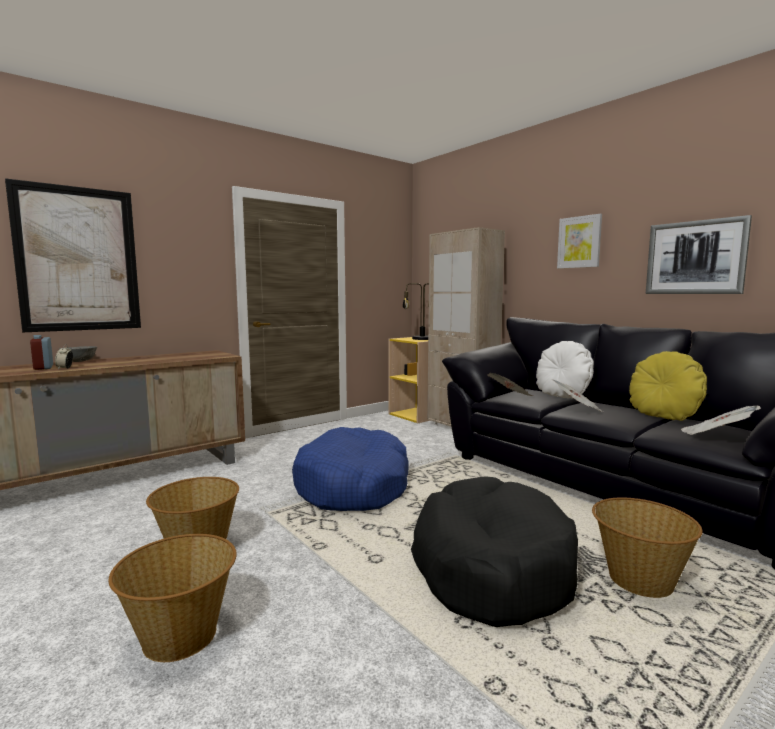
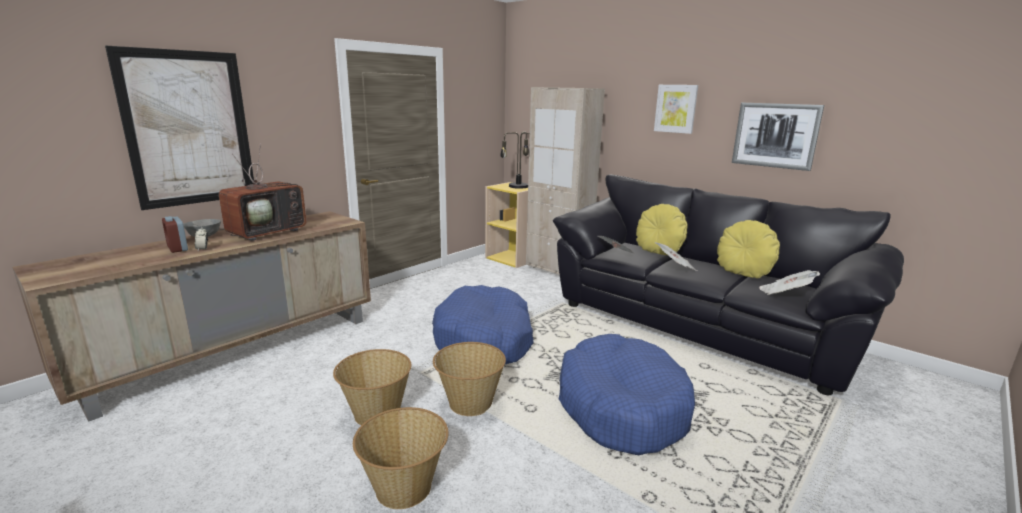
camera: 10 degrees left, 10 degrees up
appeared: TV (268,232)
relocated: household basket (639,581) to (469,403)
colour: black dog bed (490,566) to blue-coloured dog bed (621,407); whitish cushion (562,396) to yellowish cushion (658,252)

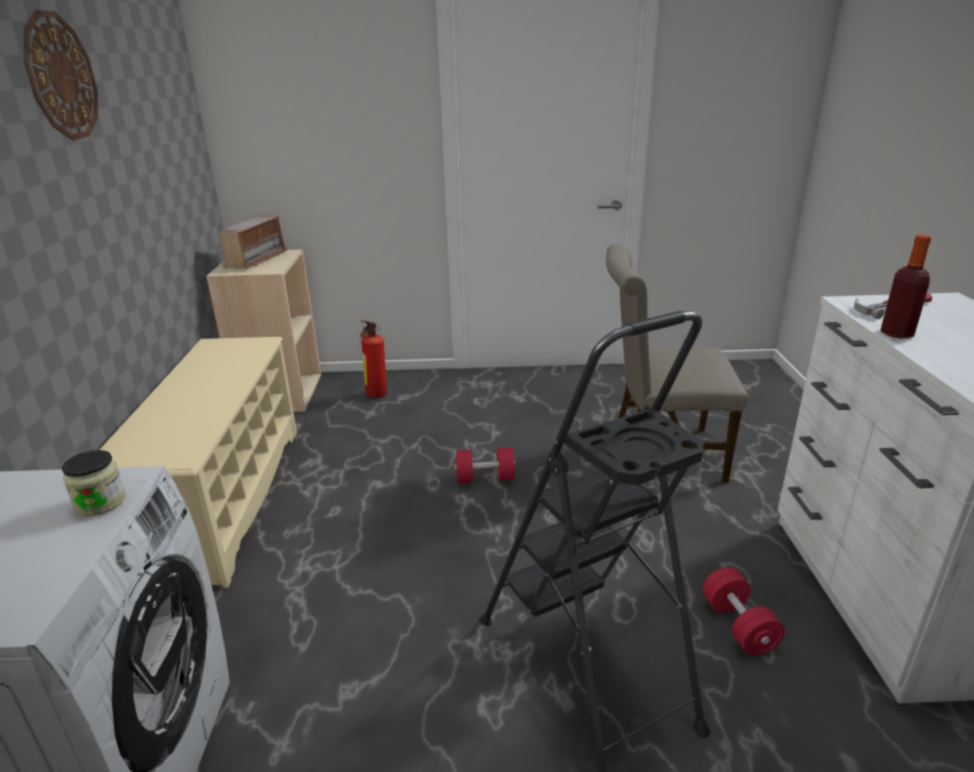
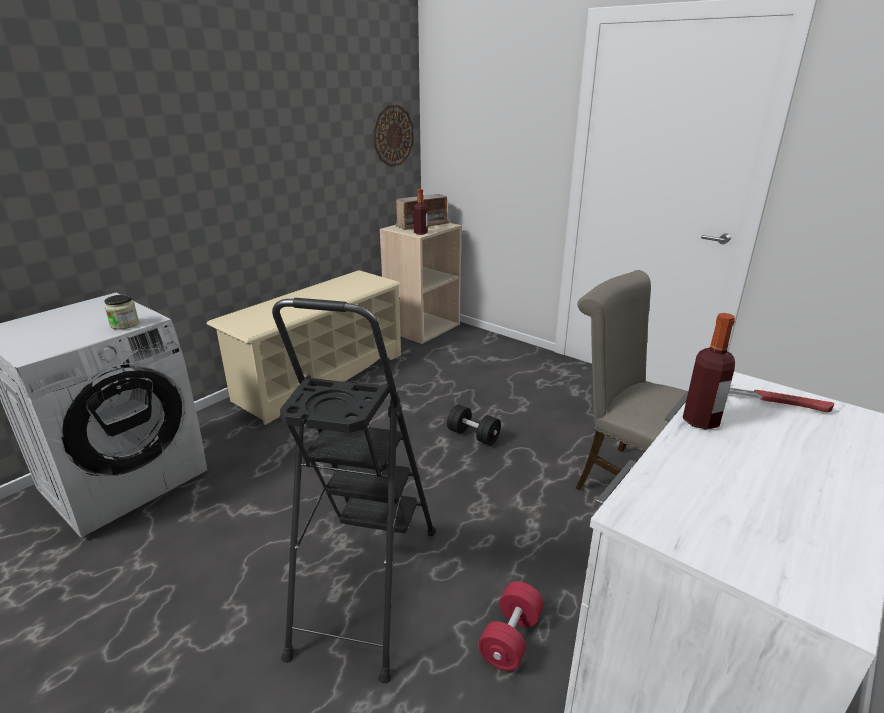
camera: 40 degrees right, 0 degrees up
missing: extinguisher (375,396)
appeared: drink bottle (420,233)
relocated: clock on the wall (61,77) to (393,136)
colour: red-coloured free weight (485,478) to black free weight (473,435)

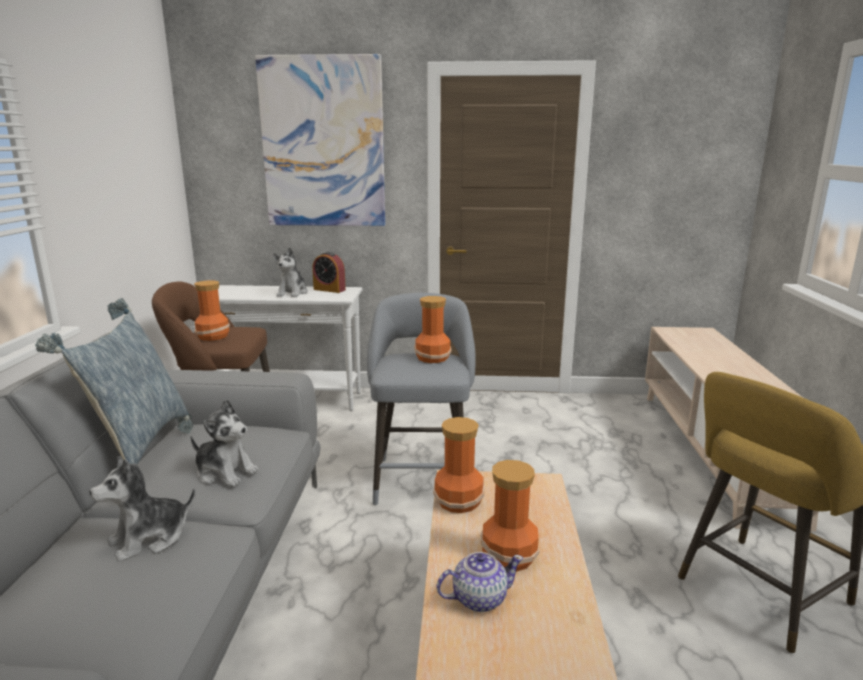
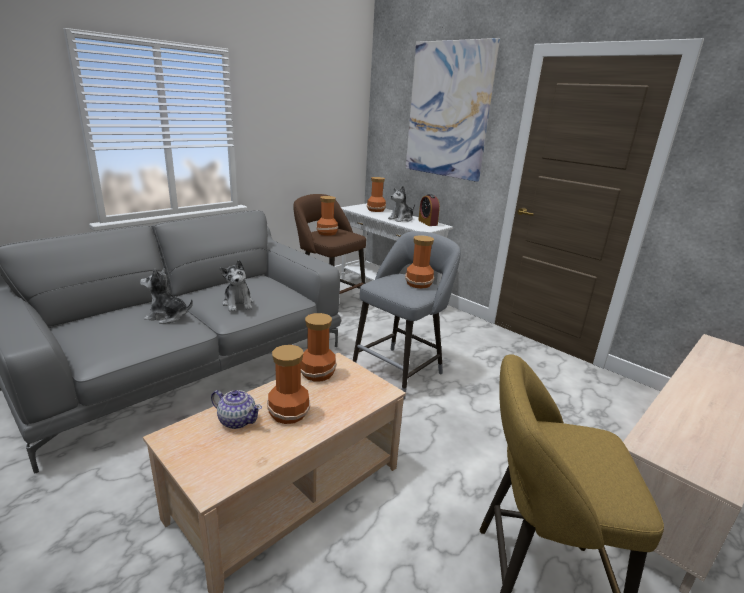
camera: 40 degrees right, 5 degrees up
missing: cushion (137,460)
appeared: decorative vase (376,210)

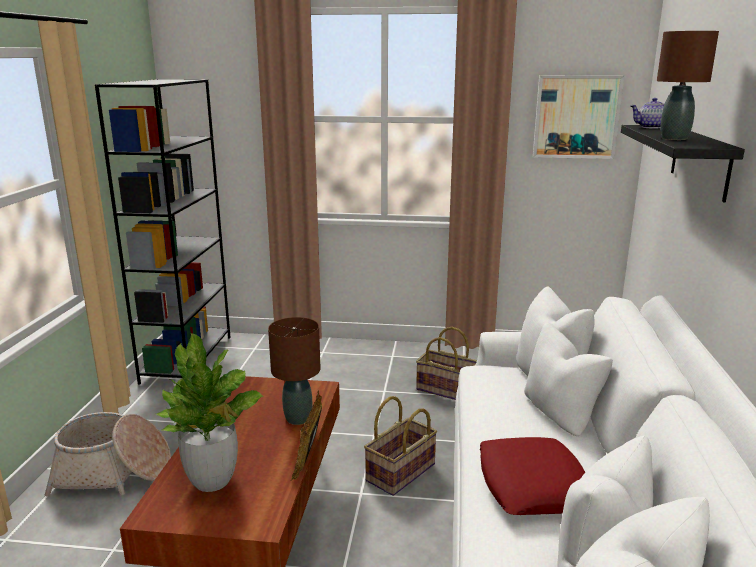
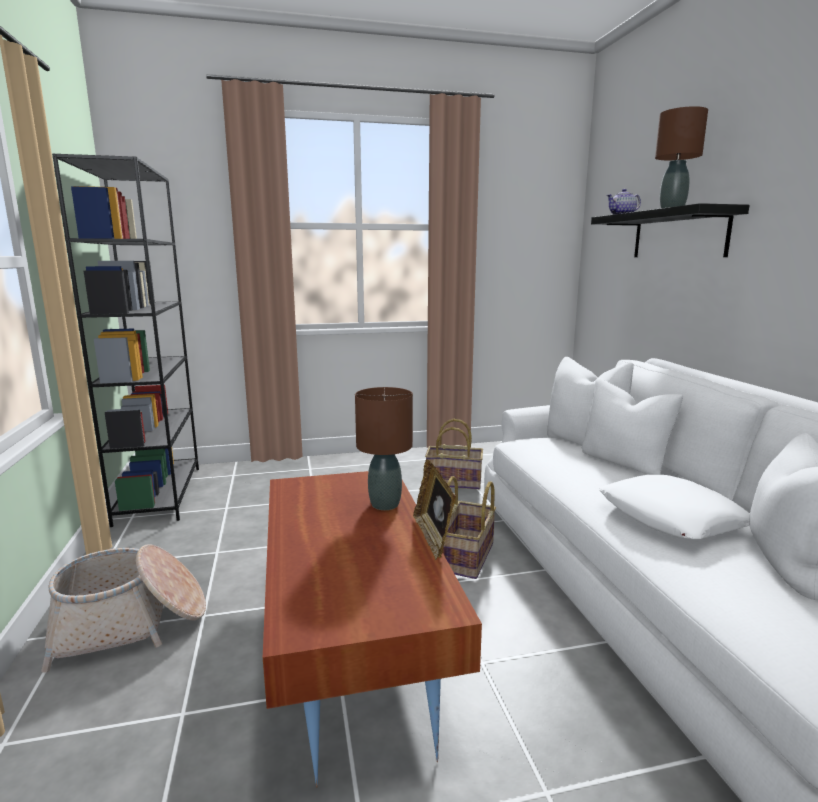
camera: 20 degrees left, 5 degrees down
missing: houseplant (212,481); picture (576,117)
colour: red-coloured cushion (533,485) to whitish cushion (671,517)

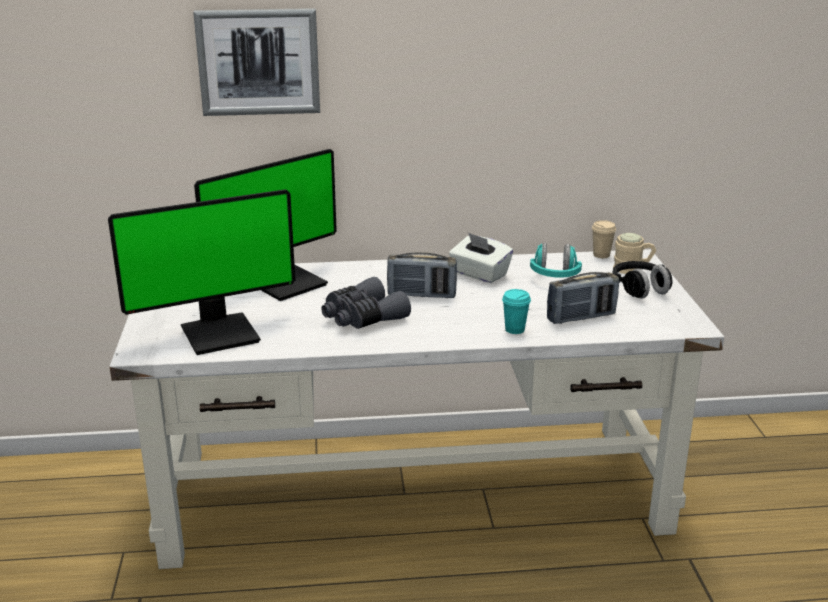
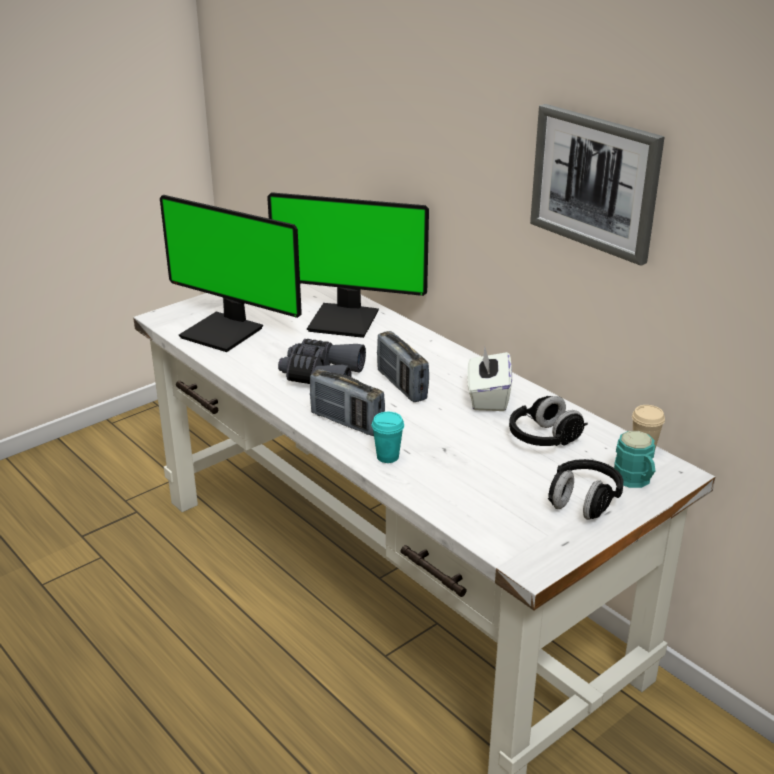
camera: 55 degrees right, 5 degrees up
relocated: picture (258,62) to (595,182); radio receiver (581,317) to (347,422)
colour: blue-green pair of headphones (554,276) to black pair of headphones (544,439); sand-coloured coffee mug (633,269) to blue-green coffee mug (635,481)

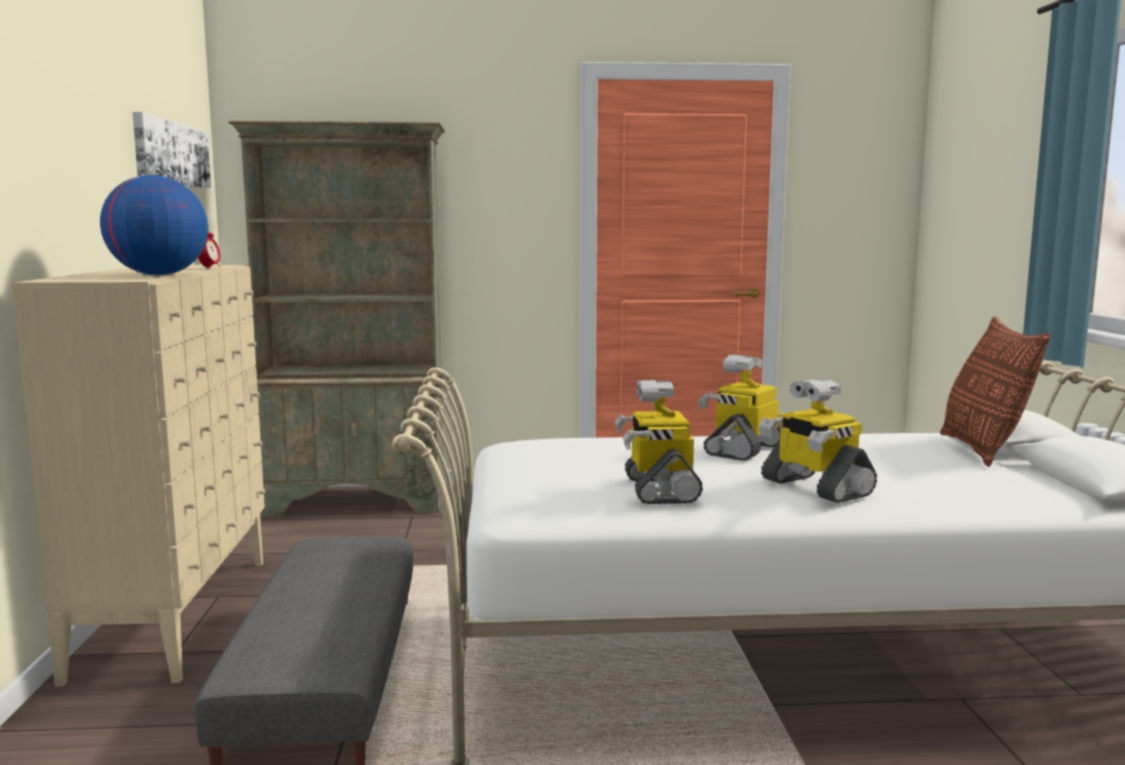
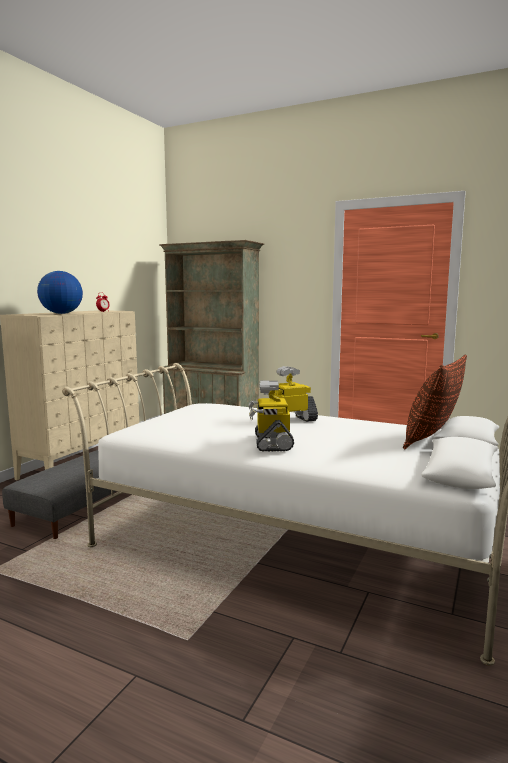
camera: 30 degrees right, 0 degrees up
missing: picture (171,153); toy robot (658,489)

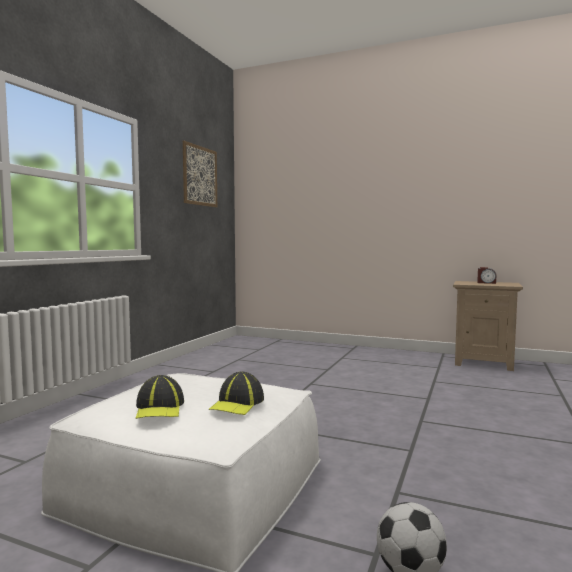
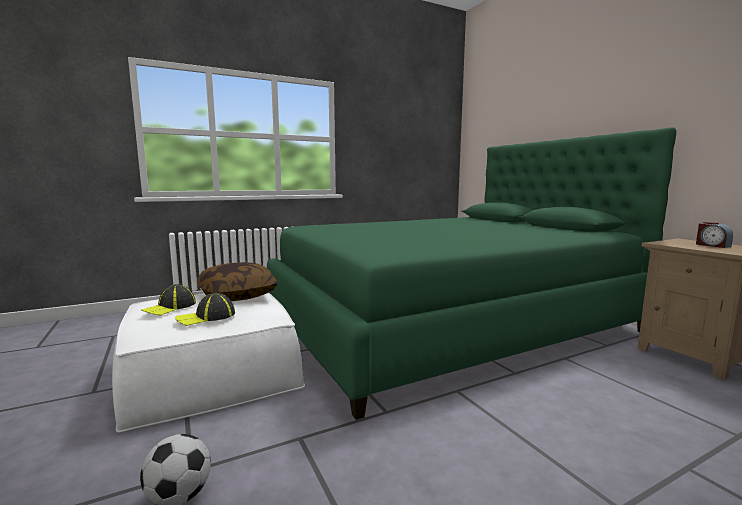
camera: 40 degrees right, 5 degrees up
missing: picture (200,175)
appeared: cushion (238,295); greenish bed (449,323)

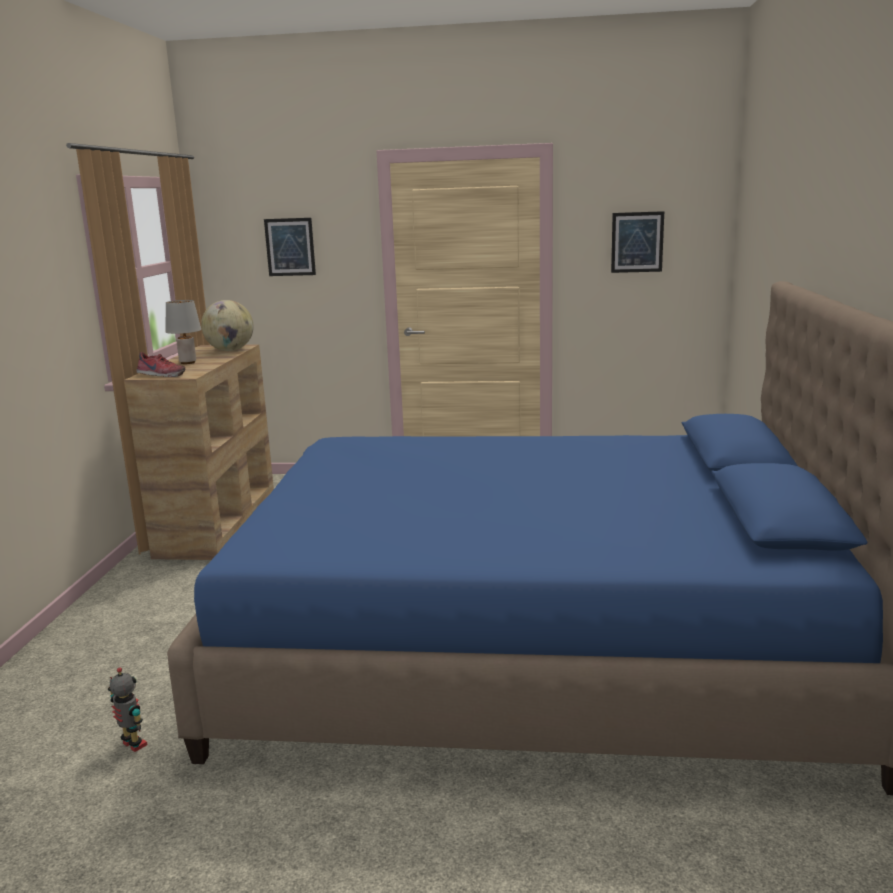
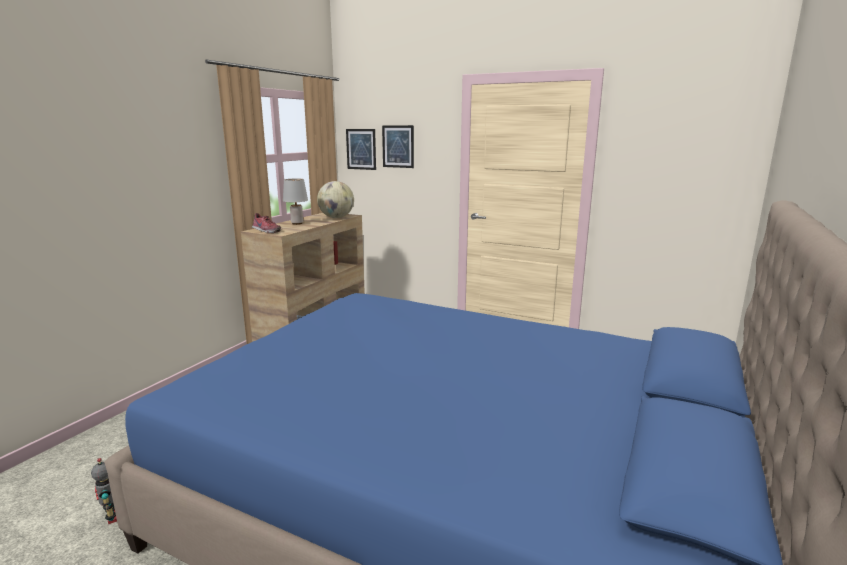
camera: 20 degrees right, 0 degrees up
relocated: picture (637,242) to (361,149)

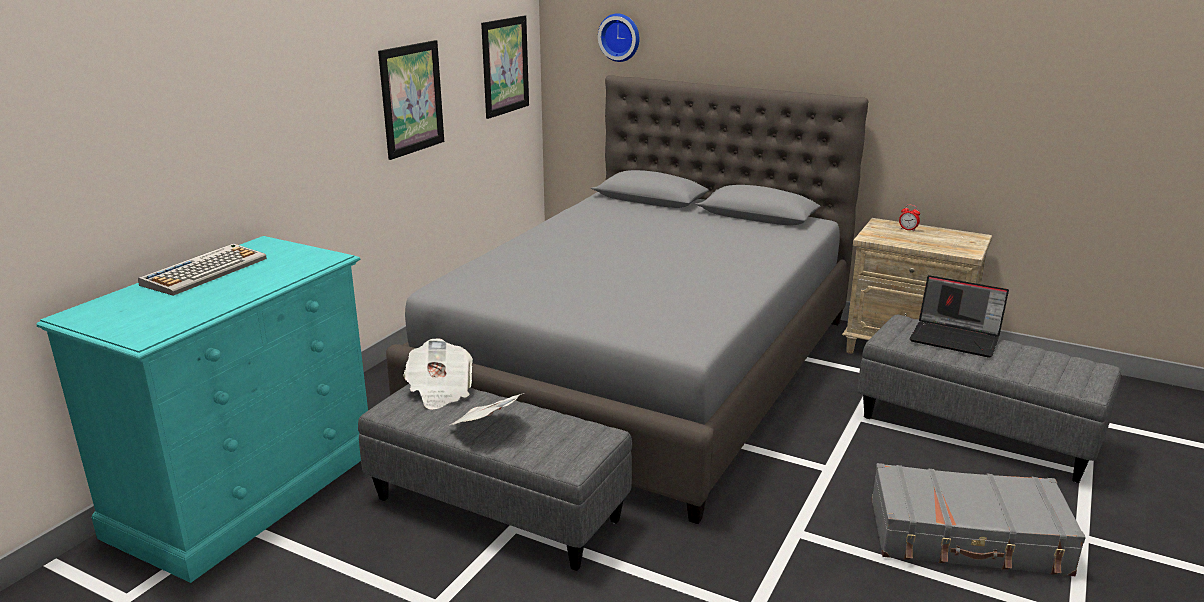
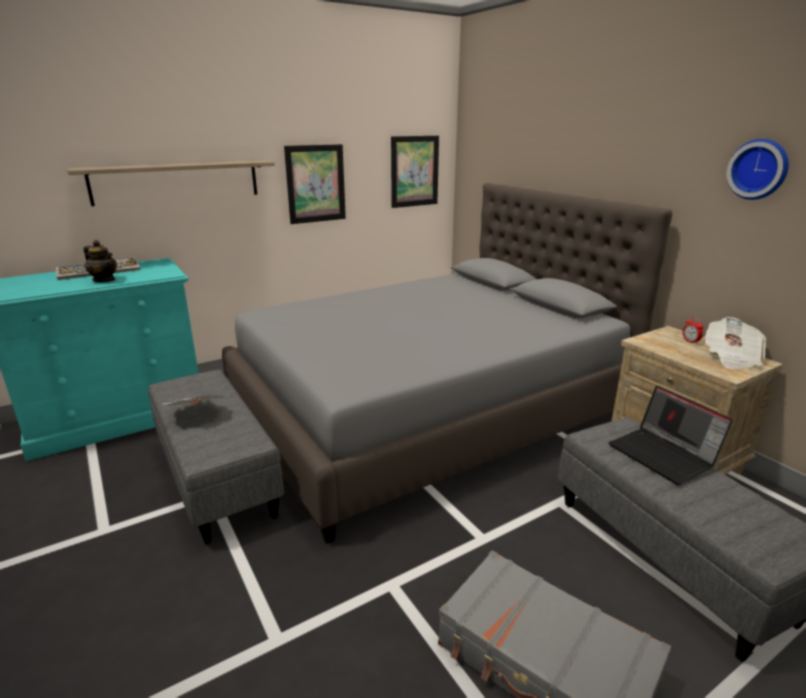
camera: 30 degrees right, 0 degrees up
appeared: shelf (177,182); tea pot (104,280)
relocated: daily paper (440,391) to (731,358); clock on the wall (620,37) to (759,169)

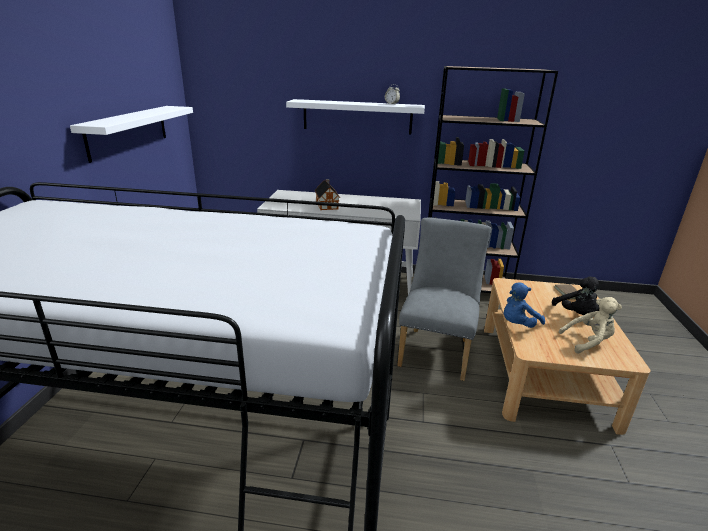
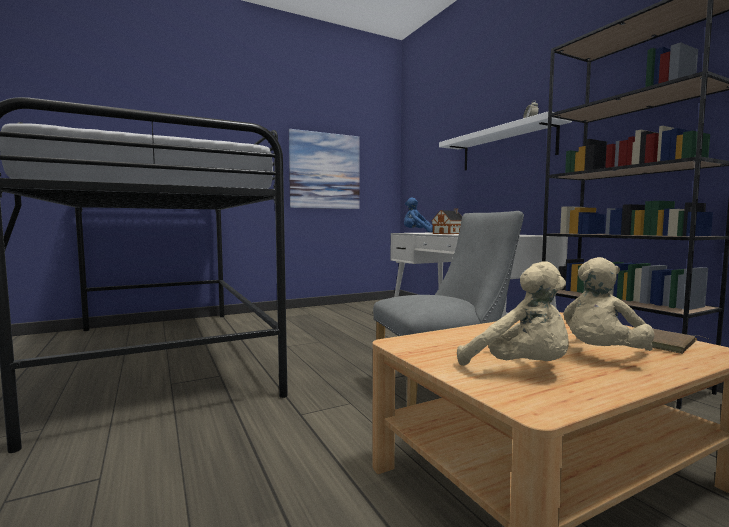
camera: 55 degrees right, 20 degrees down
relocated: blue-coloured plush toy (518,324) to (417,233)
exchanged: whitish shelf (128,131) to picture (325,171)
colour: black plush toy (577,315) to sand-coloured plush toy (601,355)

